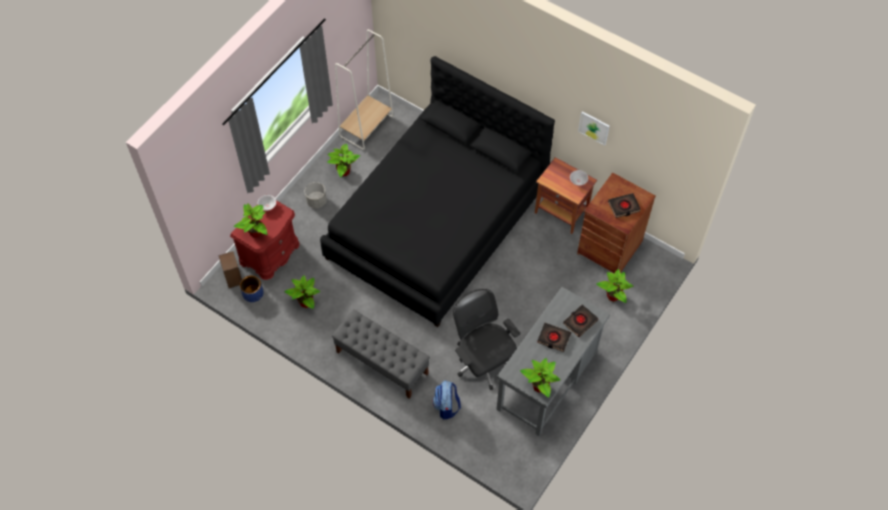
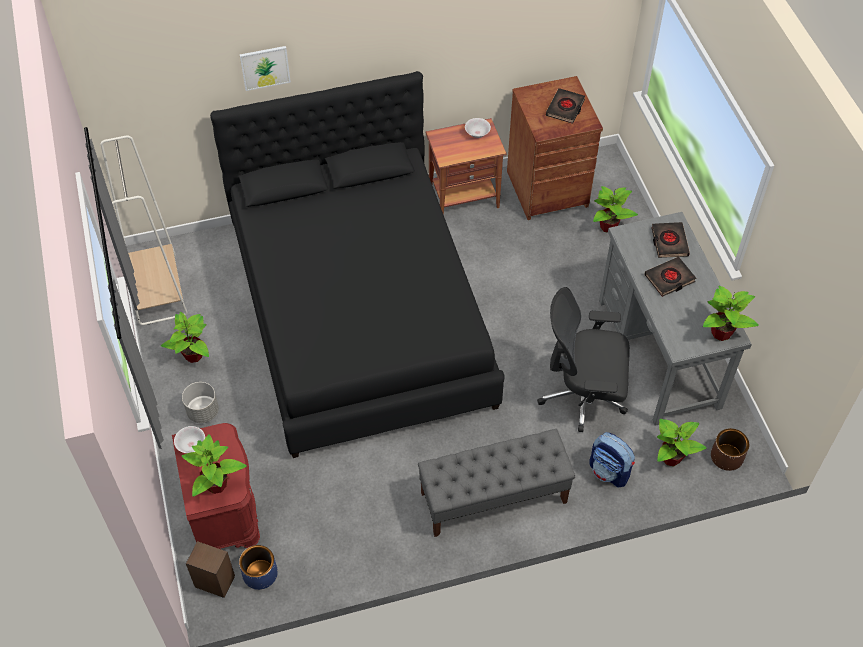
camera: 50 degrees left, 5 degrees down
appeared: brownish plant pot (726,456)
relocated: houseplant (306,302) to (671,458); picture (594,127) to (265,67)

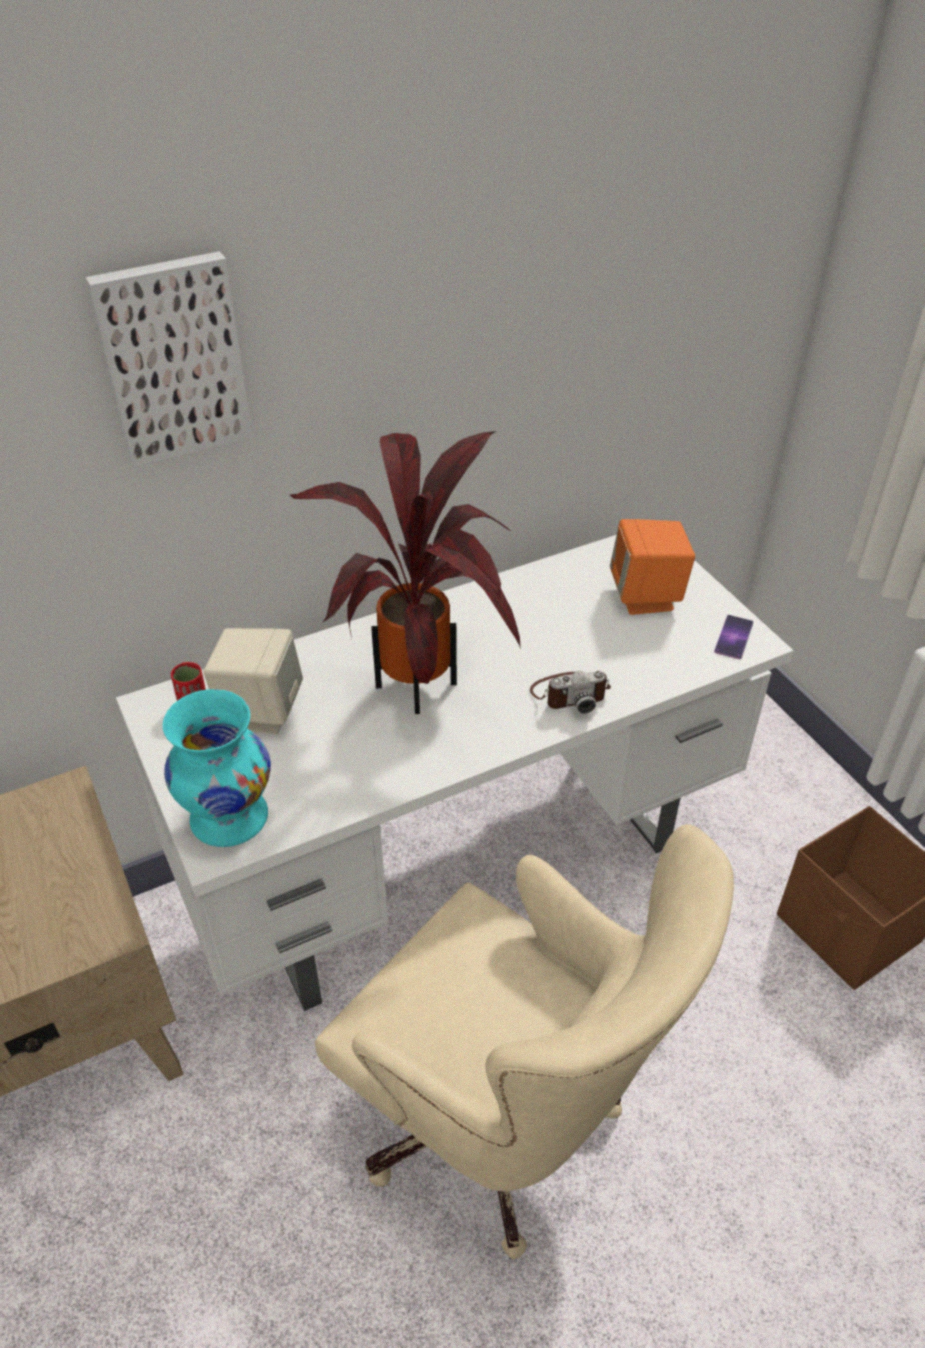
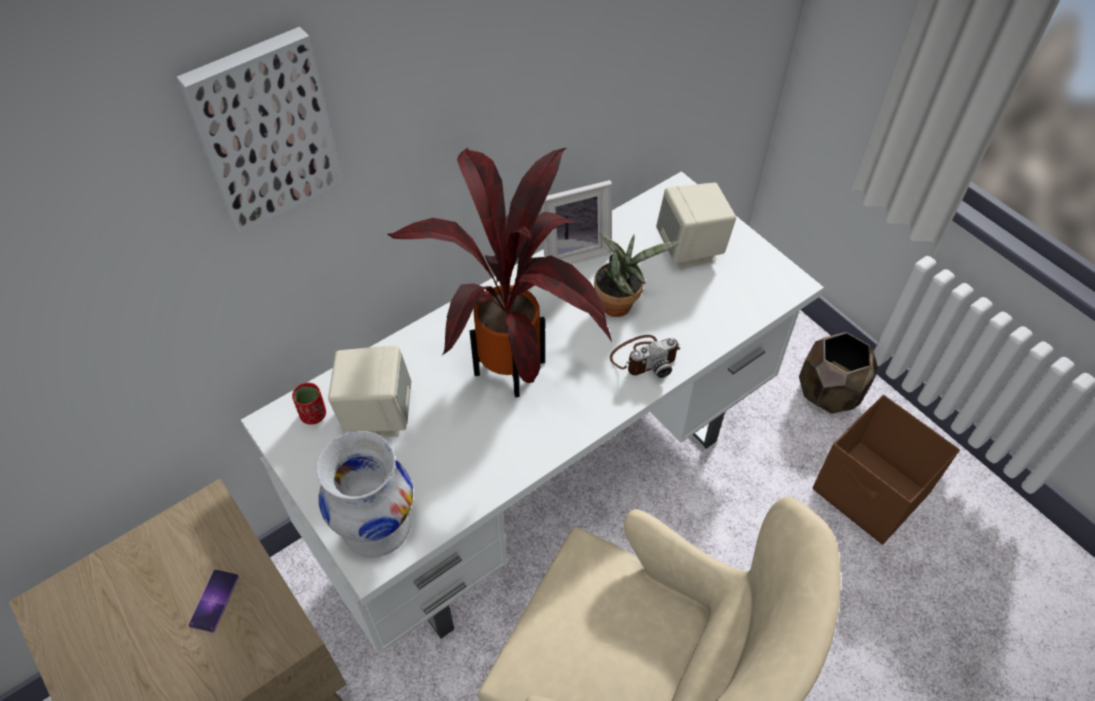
camera: 10 degrees left, 10 degrees up
appeared: photo frame (574,251); houseplant (620,303); brownish plant pot (828,393)
relocated: handset (733,637) to (214,600)
colour: blue-green decorative vase (229,819) to whitish decorative vase (377,528); orange-coloured audio speaker (646,597) to sand-coloured audio speaker (690,250)

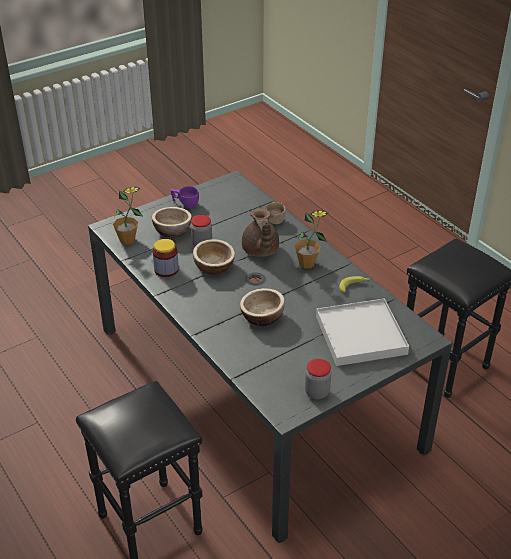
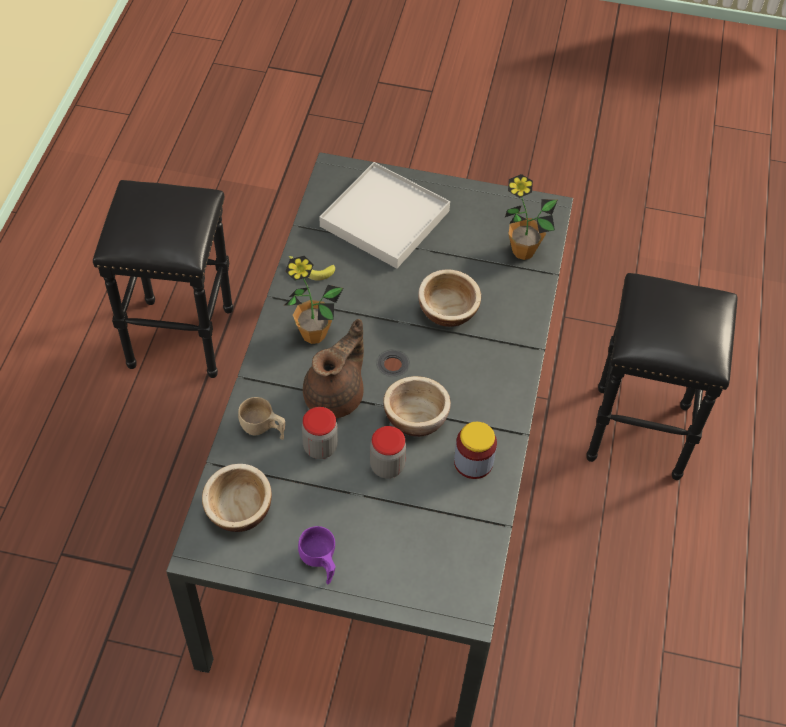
camera: 135 degrees left, 15 degrees up
relocated: houseplant (127,240) to (523,251); bowl (172,231) to (239,509); preserve jar (317,392) to (320,447)

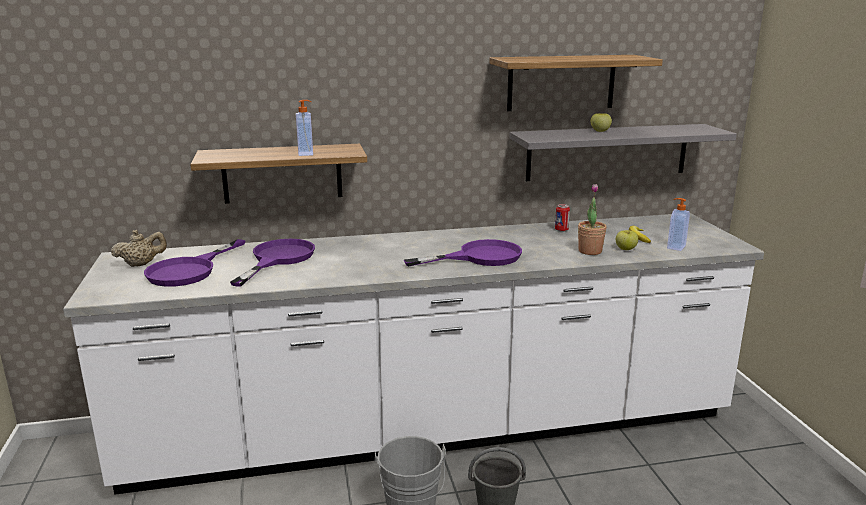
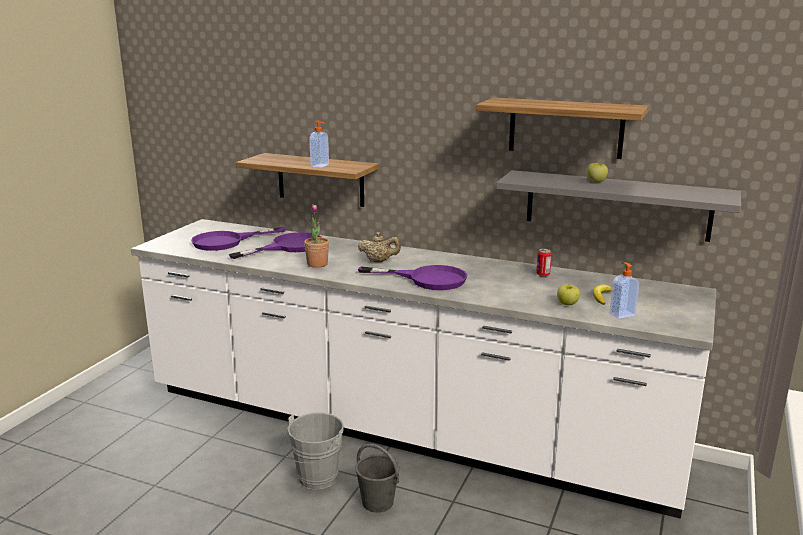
camera: 35 degrees right, 0 degrees up
relocated: sand-coloured tea pot (141,264) to (379,261); houseplant (590,251) to (317,264)

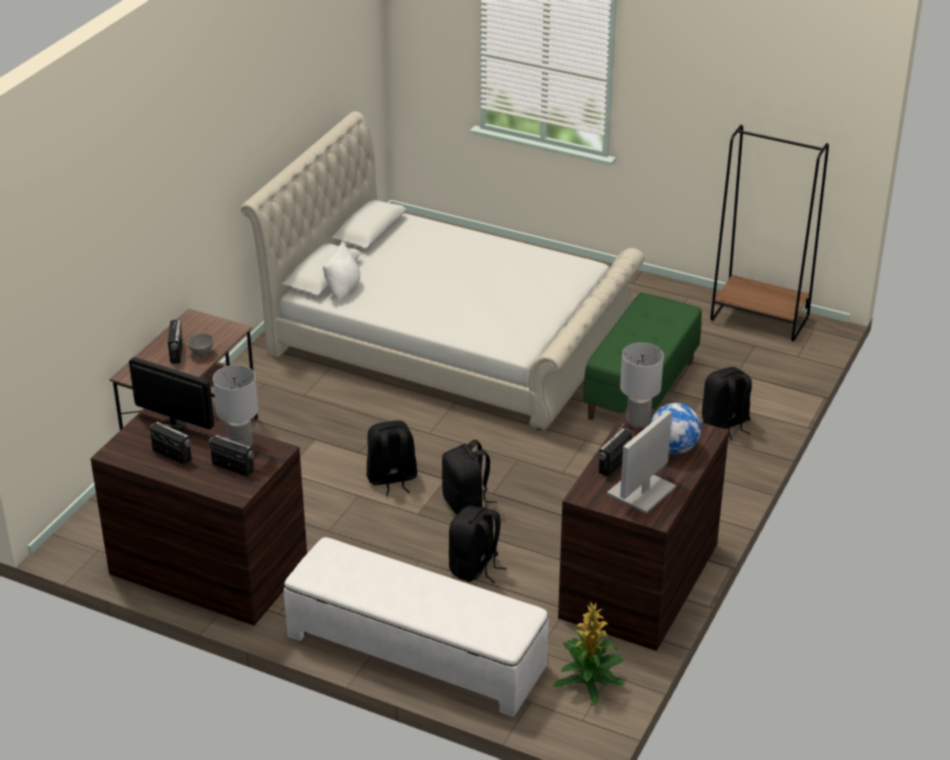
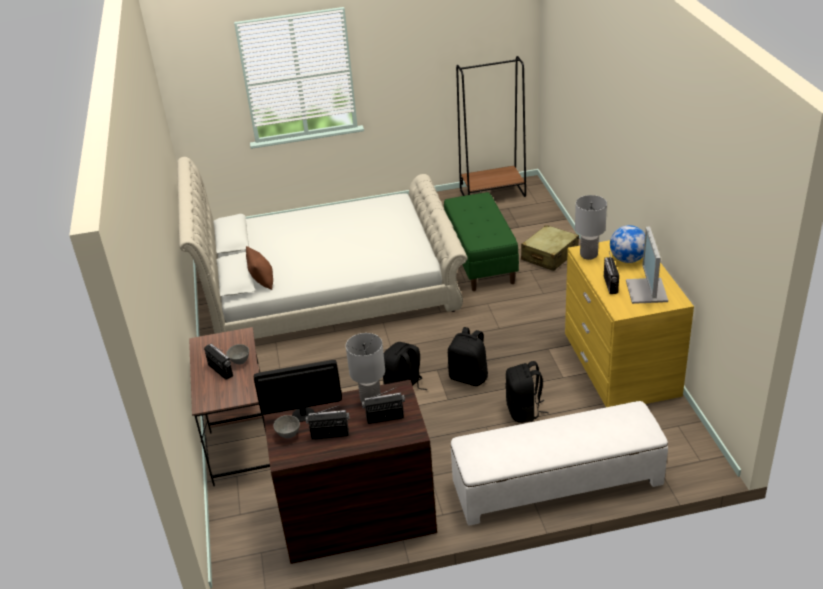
camera: 35 degrees left, 0 degrees up
missing: houseplant (590,681)
appeared: grey bowl (288,435)
exchanged: black knapsack (725,424) to sand-coloured suitcase (549,256)
colour: whitish cushion (343,289) to brownish cushion (262,281); brownish chest of drawers (639,580) to yellowish chest of drawers (621,363)

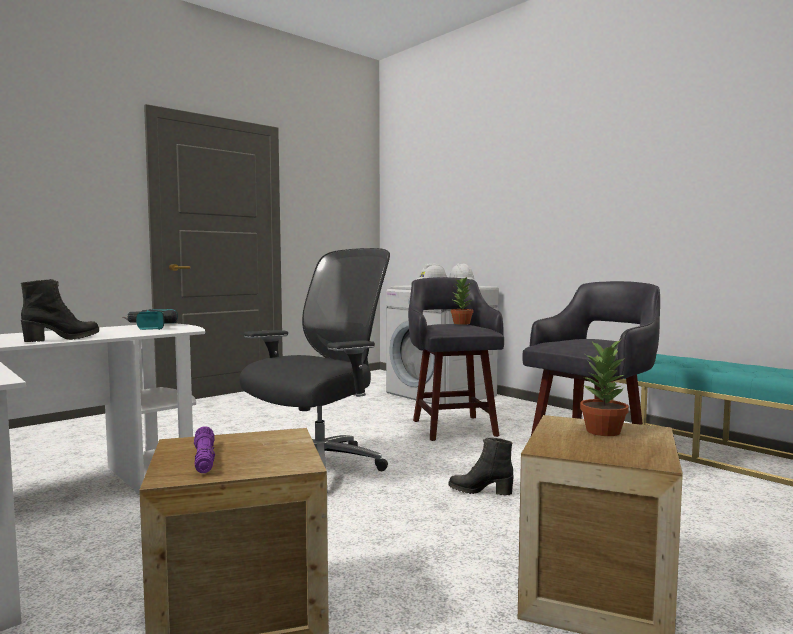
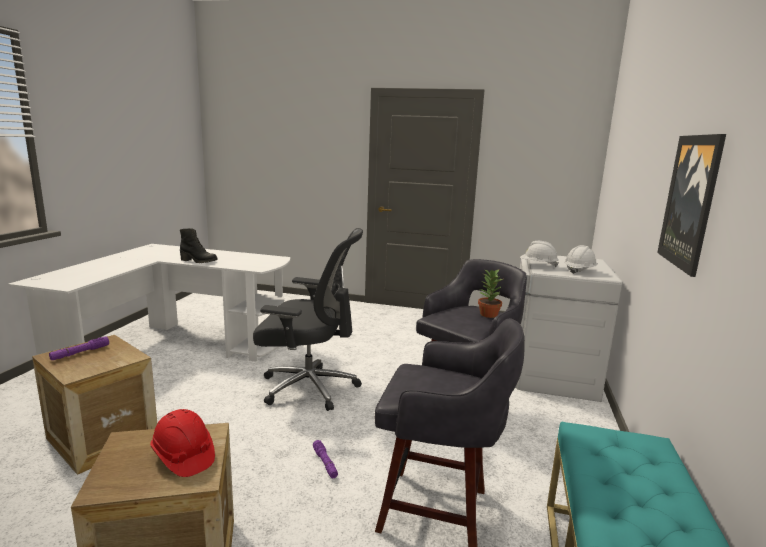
camera: 55 degrees right, 10 degrees up
missing: drill (149,327)
appeared: picture (691,201)
exchanged: black high-top boot (480,491) to purplish torch (325,463); houseplant (603,431) to red-coloured safety helmet (183,456)

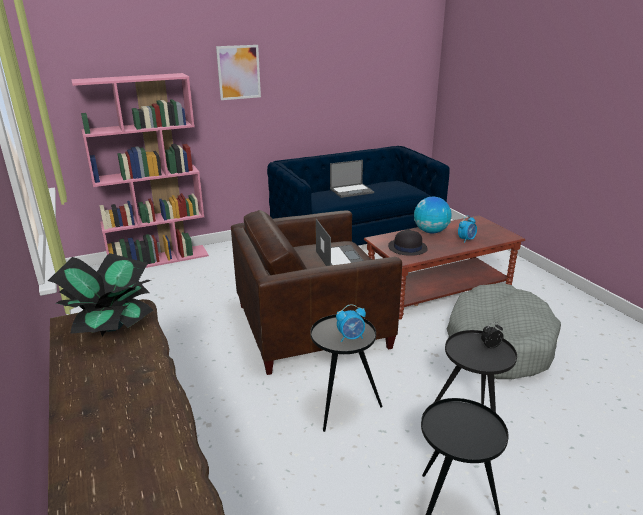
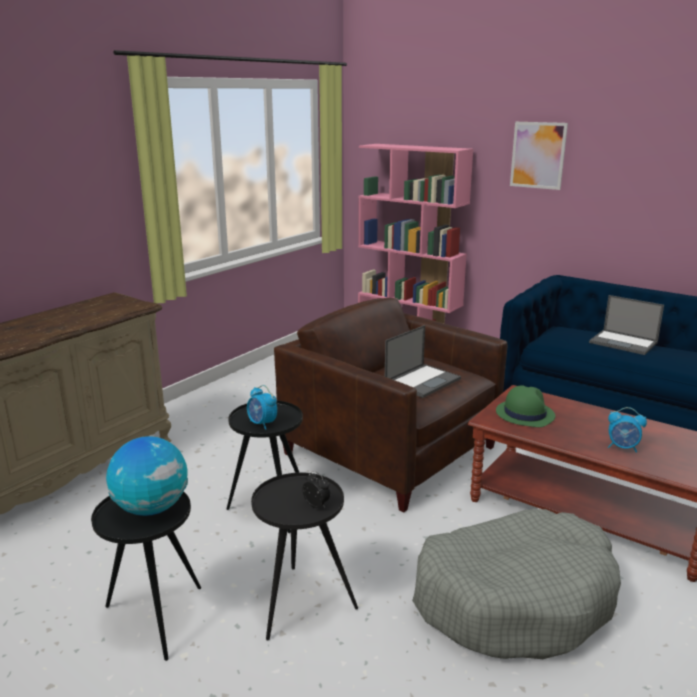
camera: 60 degrees right, 5 degrees down
missing: houseplant (113,325)
relocated: desk globe (430,232) to (151,508)
colour: black wearable hat (407,248) to greenish wearable hat (524,414)

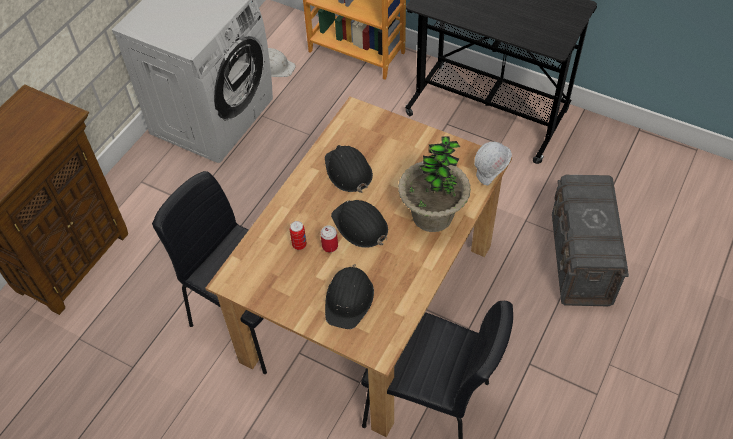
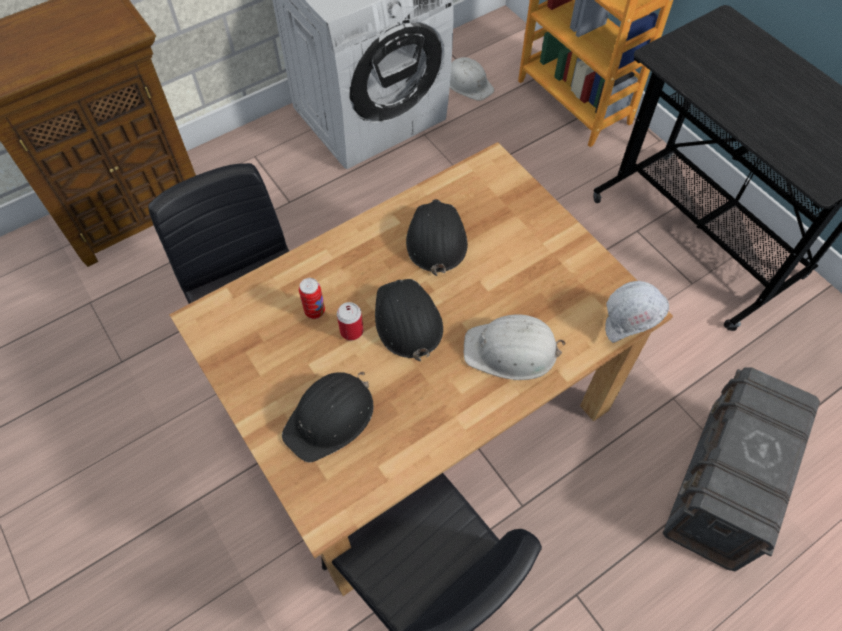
camera: 25 degrees right, 5 degrees up
exchanged: houseplant (432,216) to whitish safety helmet (511,351)

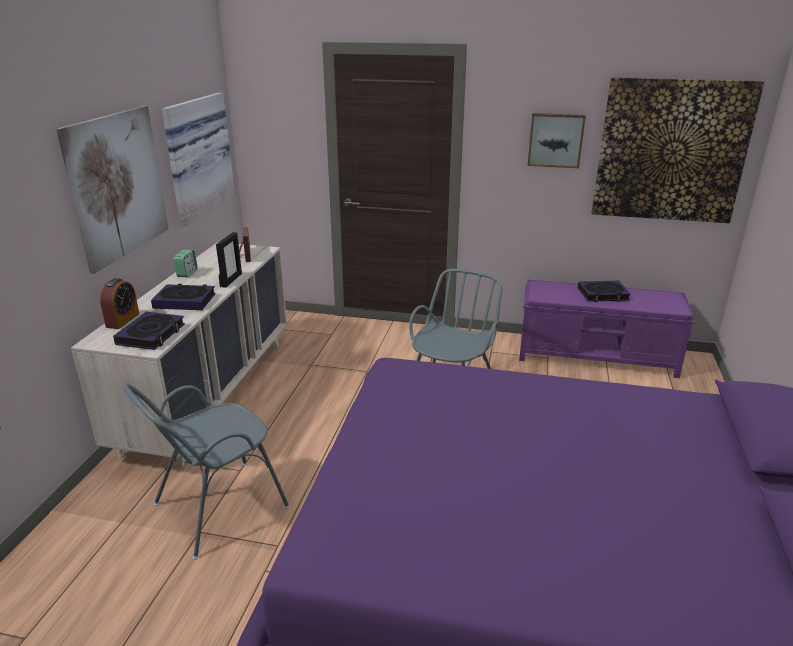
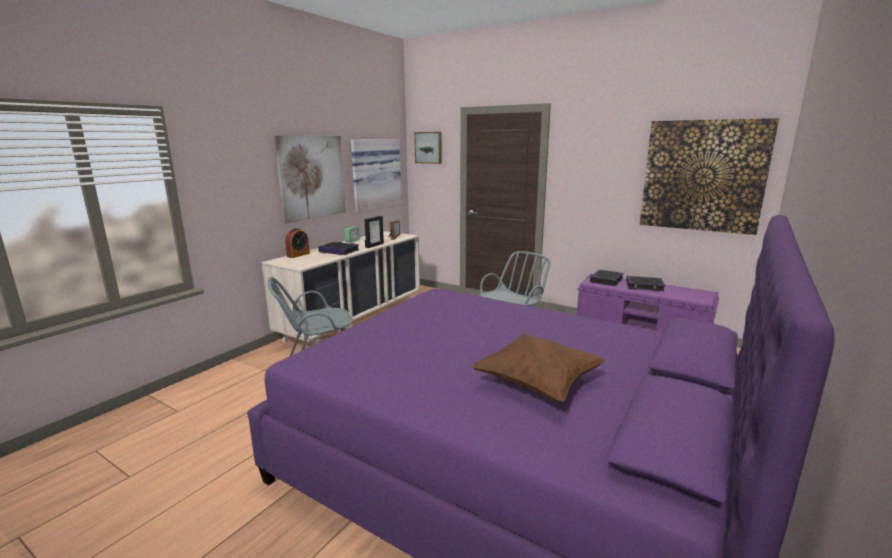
camera: 20 degrees right, 10 degrees down
appeared: brownish cushion (538,384)
relocated: volume (151,335) to (606,280); picture (555,140) to (429,147)

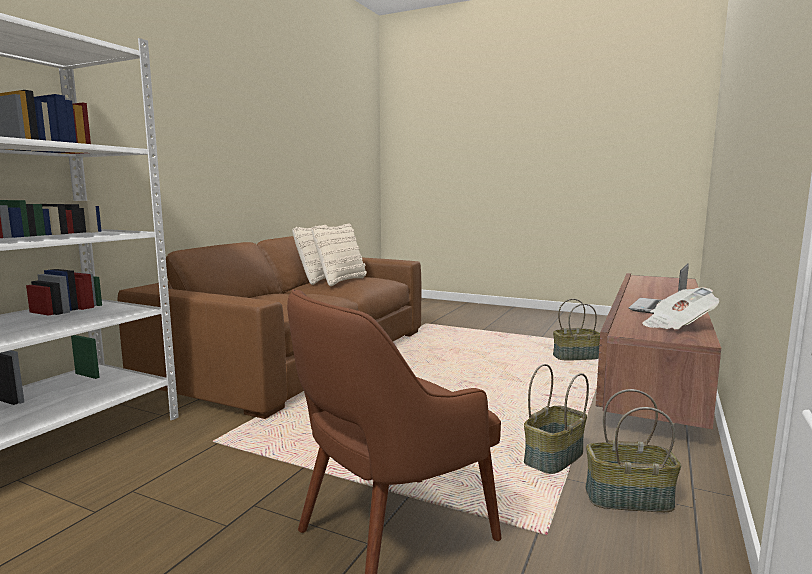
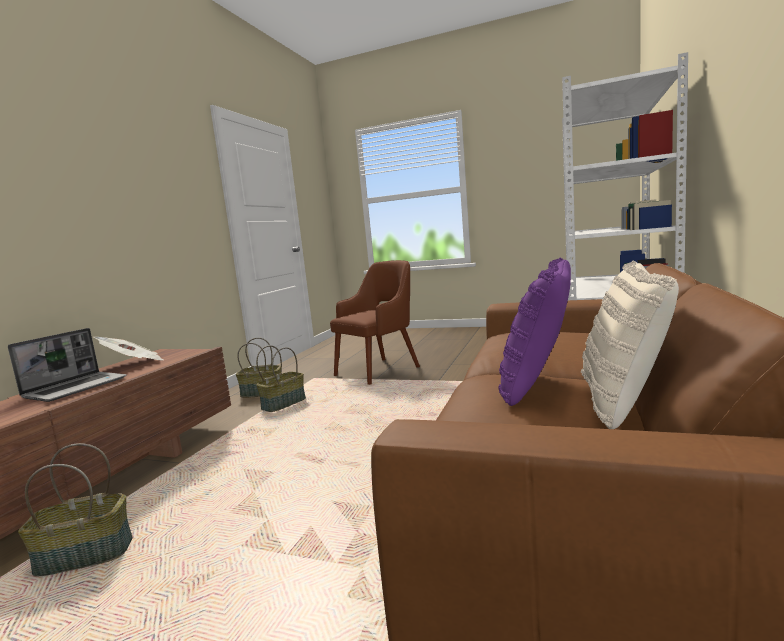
camera: 175 degrees right, 0 degrees up
colour: sand-coloured cushion (341,281) to purplish cushion (539,386)

